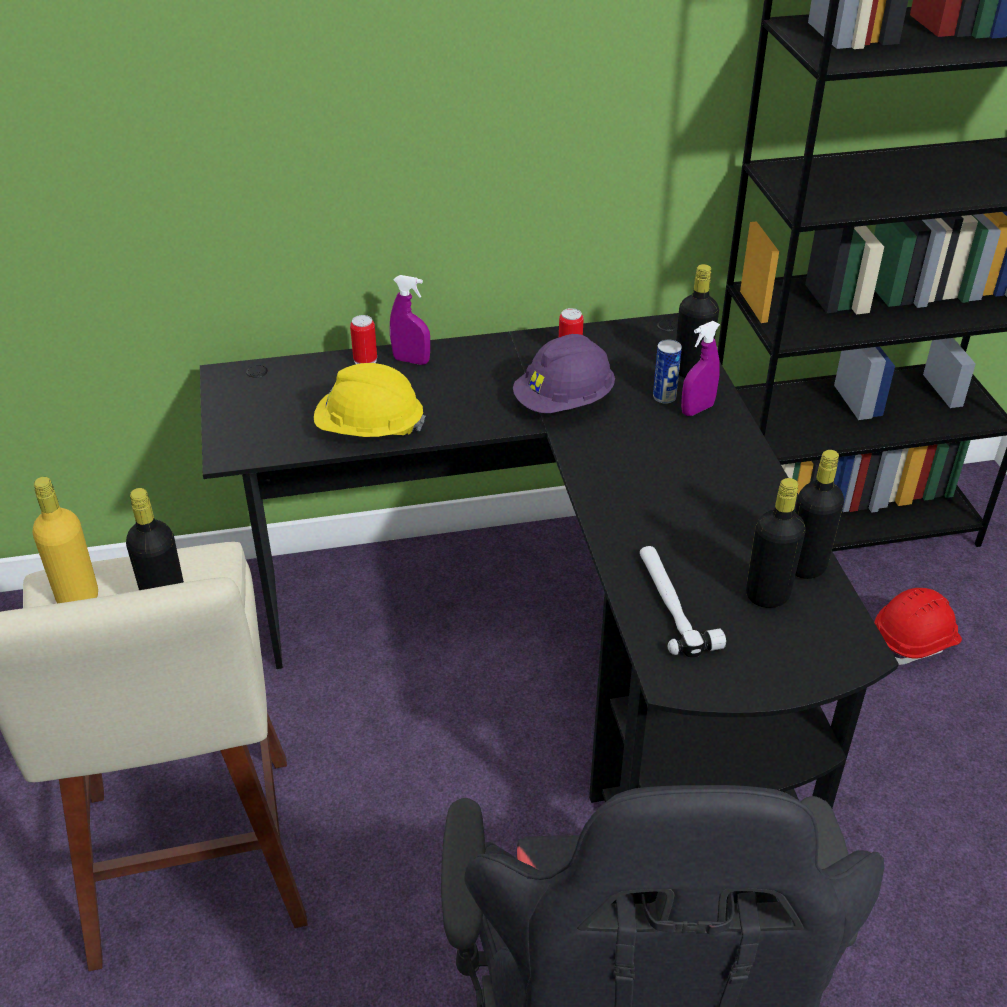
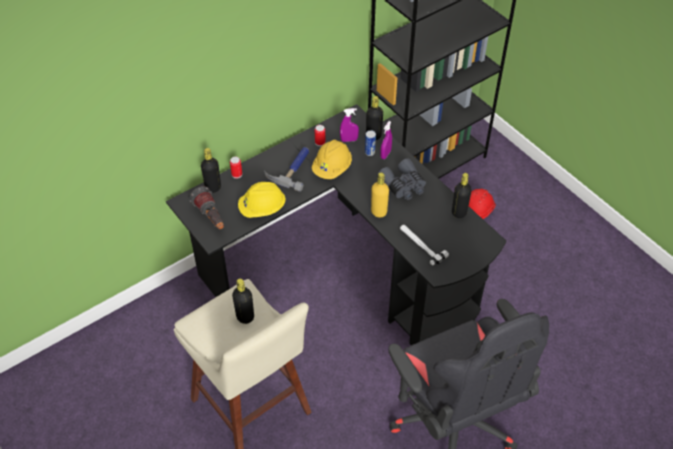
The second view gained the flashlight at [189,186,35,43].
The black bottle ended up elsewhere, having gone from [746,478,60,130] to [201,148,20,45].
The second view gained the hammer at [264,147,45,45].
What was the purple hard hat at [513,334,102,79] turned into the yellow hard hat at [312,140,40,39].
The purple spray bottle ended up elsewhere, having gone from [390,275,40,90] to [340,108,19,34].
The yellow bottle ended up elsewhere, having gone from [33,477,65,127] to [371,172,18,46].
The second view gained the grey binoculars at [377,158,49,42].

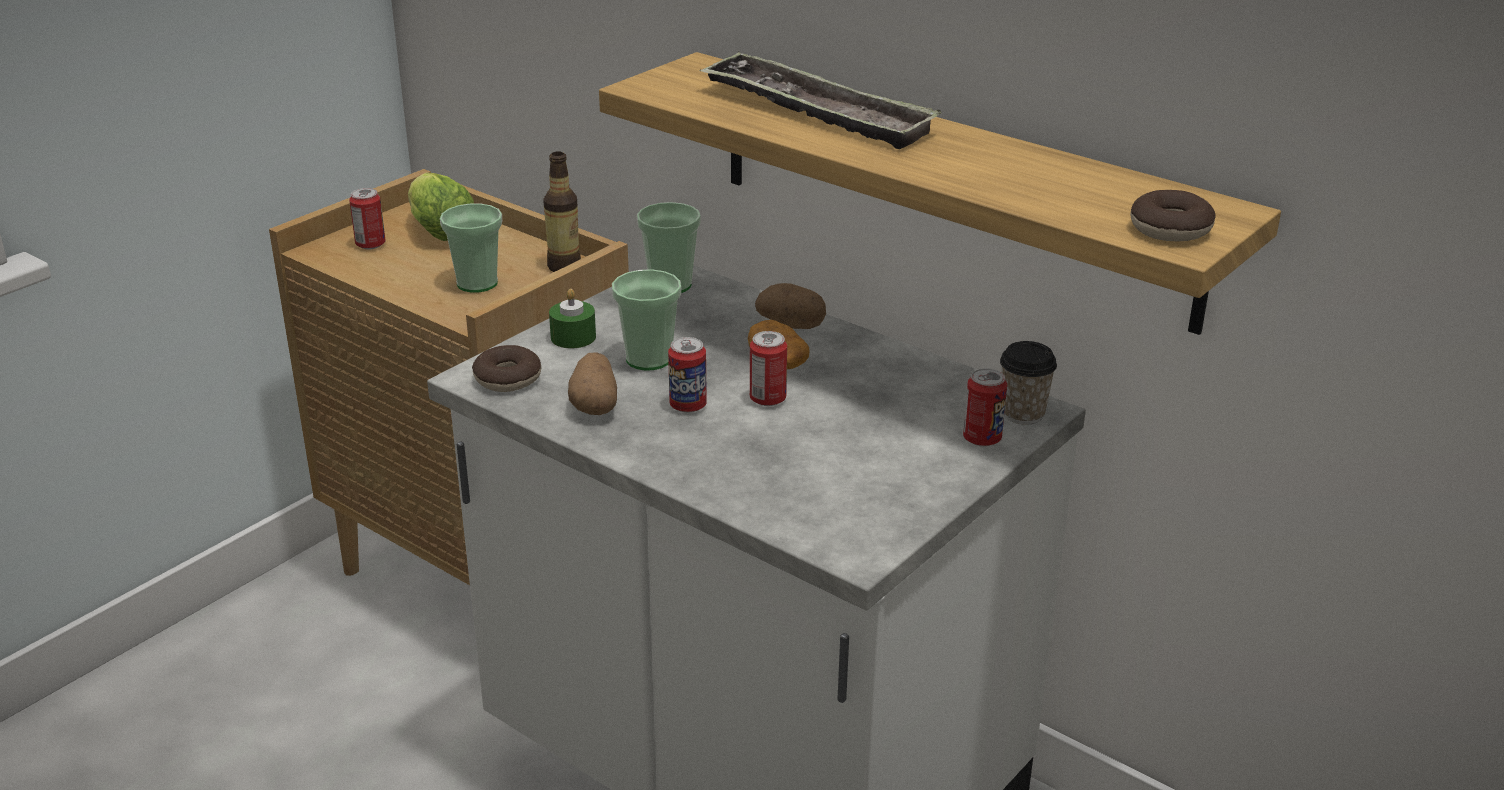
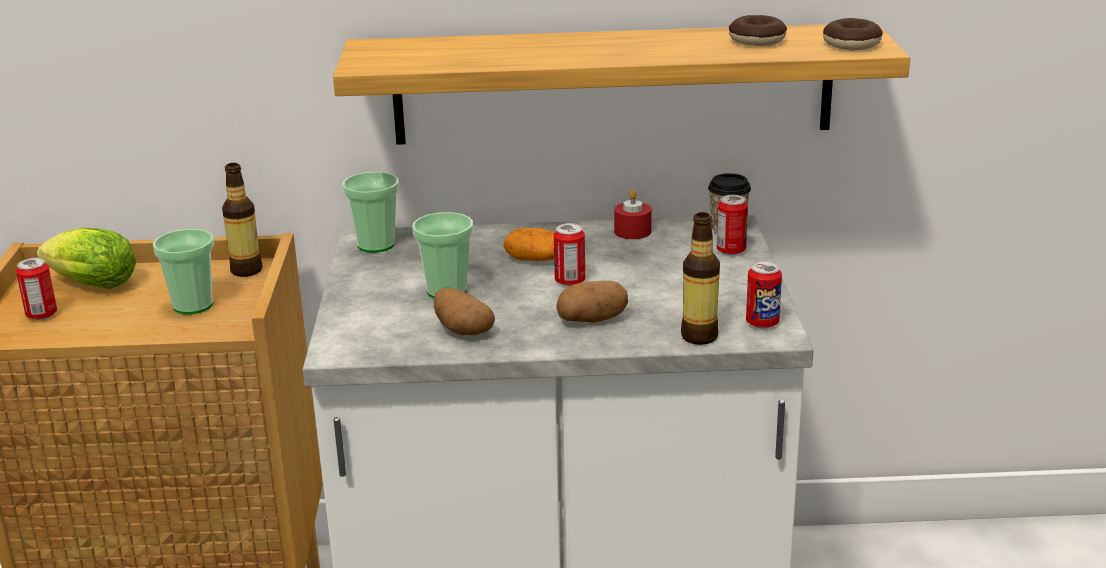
The potato ended up elsewhere, having gone from [755,283,71,46] to [556,281,72,42].
The second view gained the red candle at [614,190,38,49].
The second view gained the bottle at [681,212,39,133].
The donut ended up elsewhere, having gone from [472,345,69,47] to [729,15,58,31].
The can ended up elsewhere, having gone from [668,337,39,76] to [746,261,36,68].
The second view lost the green candle at [549,289,47,59].
The second view lost the tray at [700,51,241,98].

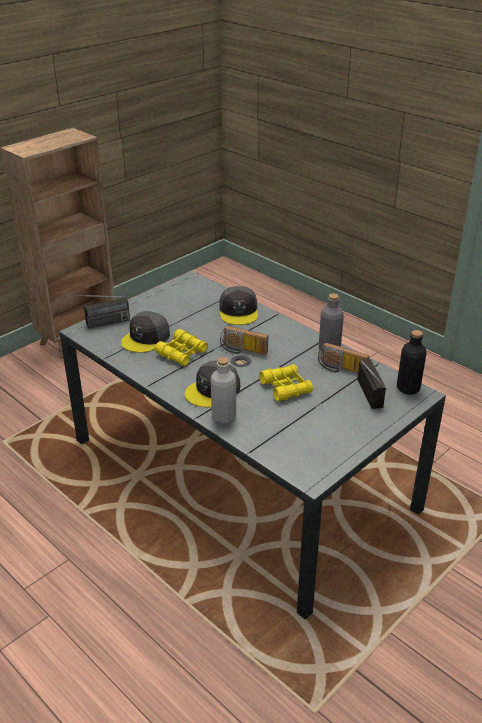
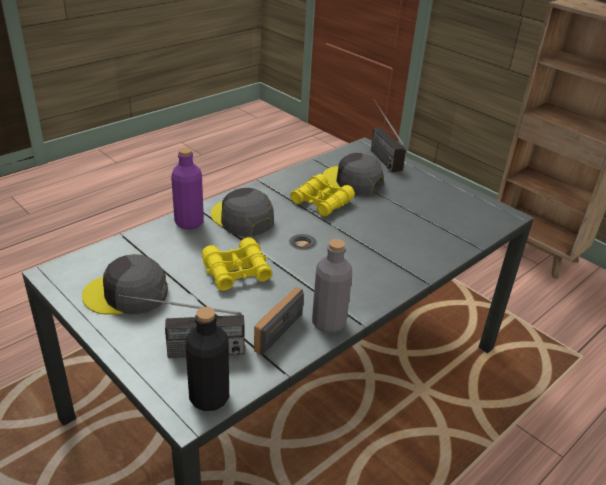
The grey cap ended up elsewhere, having gone from [219,286,39,39] to [82,254,85,61].
What was the grey bottle at [211,357,25,67] turned into the purple bottle at [171,147,33,82].
The second view lost the radio at [220,326,48,29].

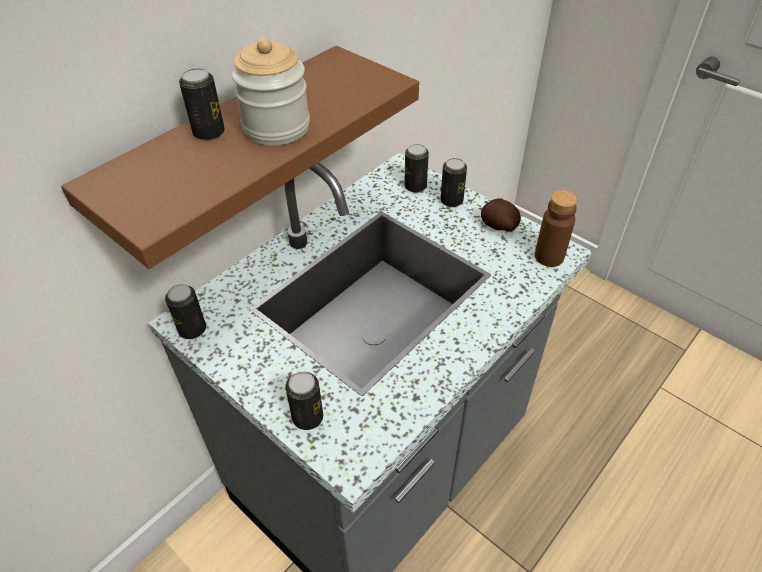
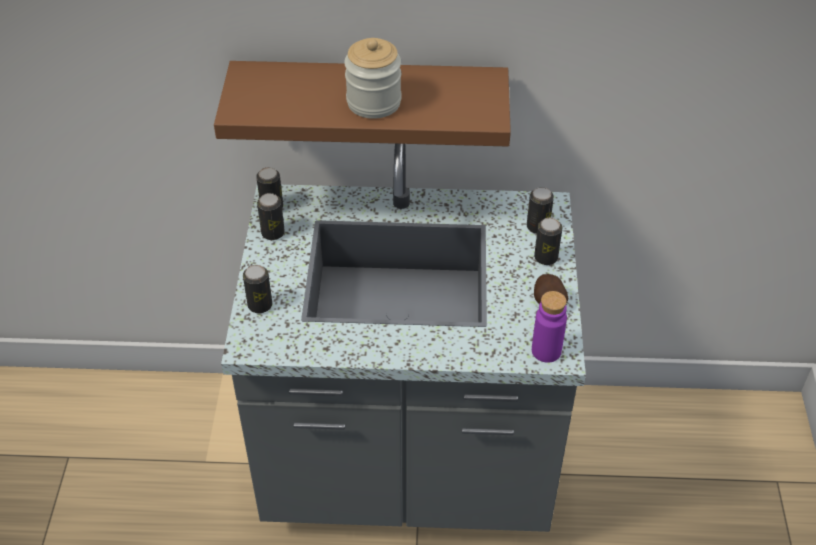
The can ended up elsewhere, having gone from [179,68,46,72] to [257,193,28,47].
What was the brown bottle at [535,190,43,77] turned into the purple bottle at [532,291,35,72].

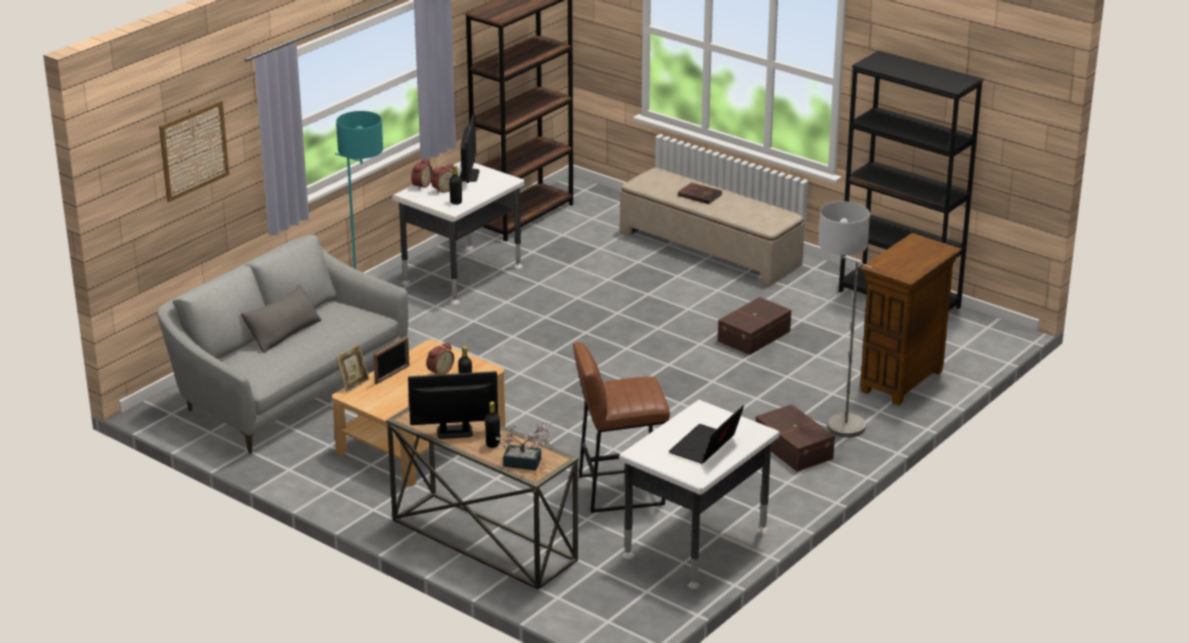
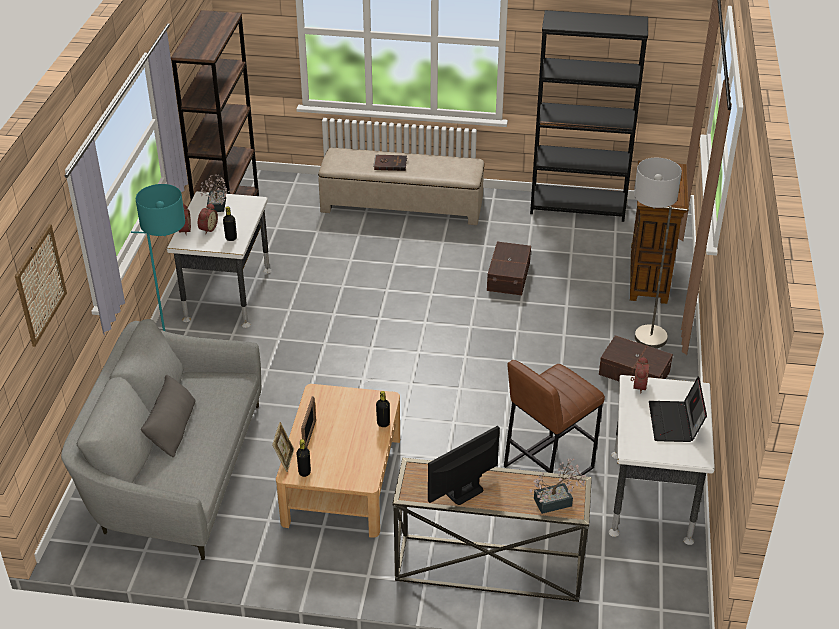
Where the monitor stood at [460,114,19,69], the potted plant came to stand at [201,174,28,38].
The black bottle ended up elsewhere, having gone from [485,402,15,46] to [297,439,14,38].
The alarm clock ended up elsewhere, having gone from [426,342,28,33] to [631,357,18,36].

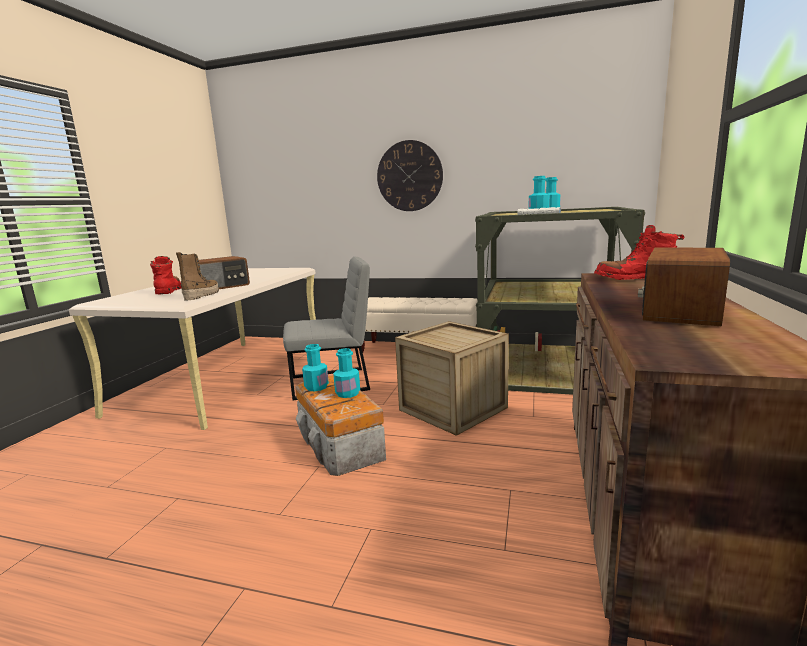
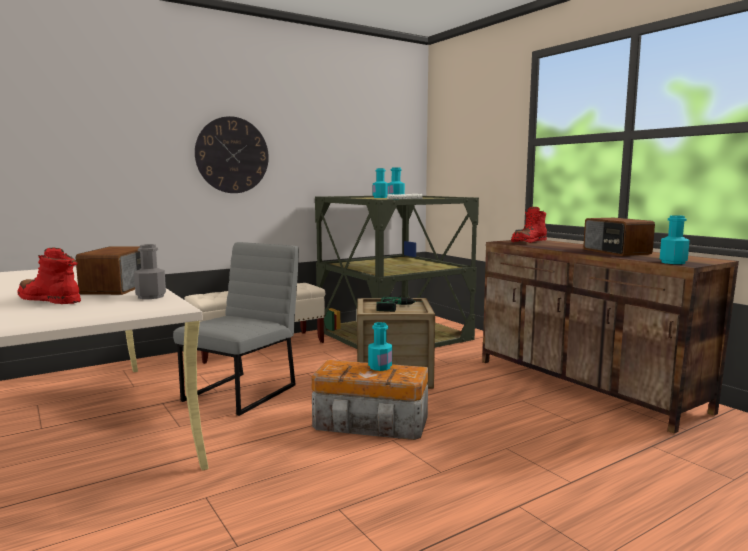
Where the boot stood at [176,252,43,48], the grey bottle came to stand at [134,244,32,55].
The second view gained the power drill at [376,297,44,15].
The turquoise bottle ended up elsewhere, having gone from [302,344,27,47] to [660,215,30,49].

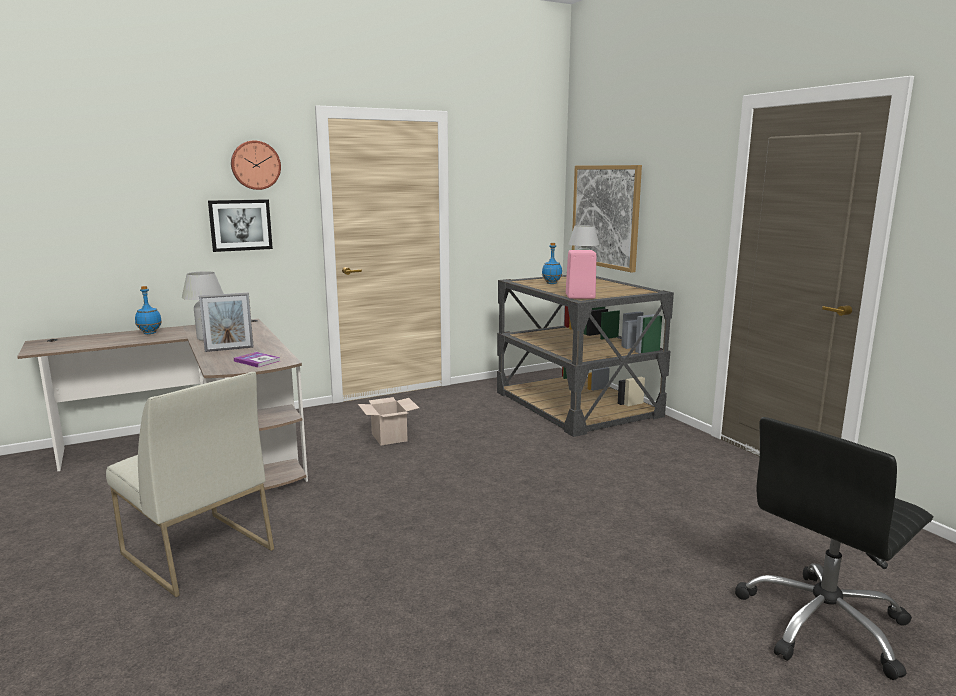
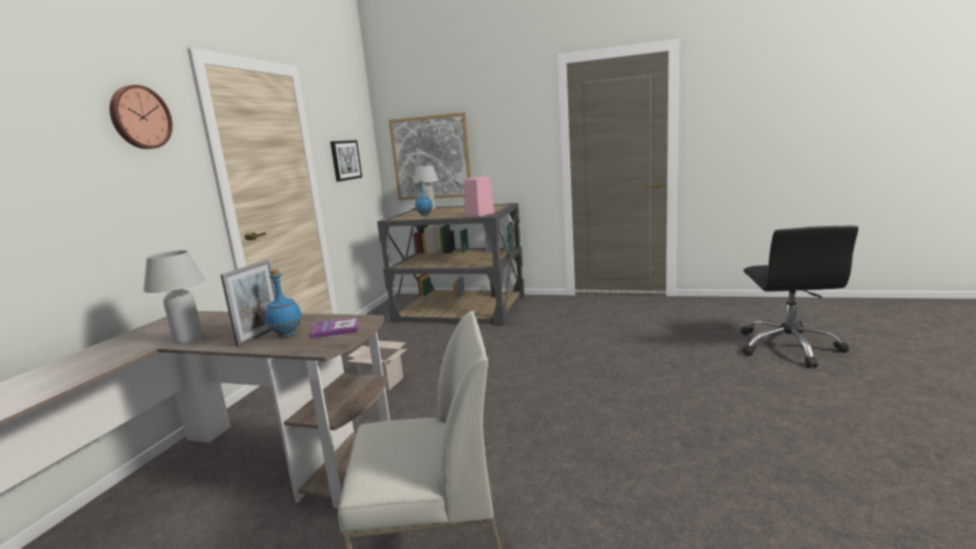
The blue bottle ended up elsewhere, having gone from [135,286,27,48] to [265,269,37,68].
The picture ended up elsewhere, having gone from [208,199,65,53] to [330,140,32,42].

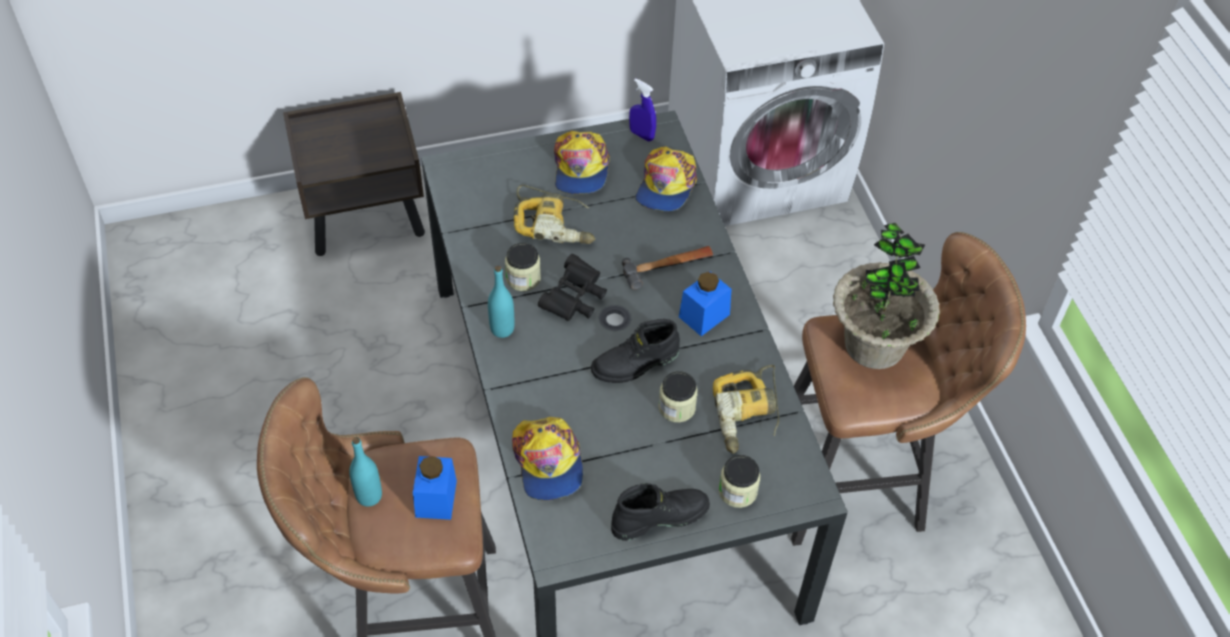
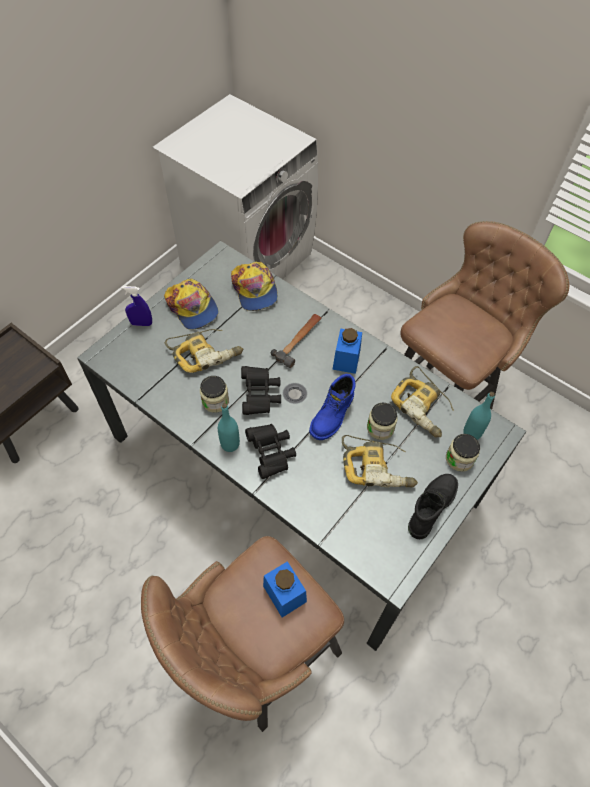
The blue spray bottle ended up elsewhere, having gone from [629,78,27,63] to [121,286,31,40].
The second view gained the black binoculars at [245,424,51,55].
What was the black boot at [591,319,89,64] turned into the blue boot at [309,374,47,66].
The second view gained the power drill at [342,435,76,53].
The turquoise bottle ended up elsewhere, having gone from [349,437,33,70] to [463,392,32,48].
The second view lost the cap at [512,417,71,84].
The second view lost the potted plant at [833,223,107,146].

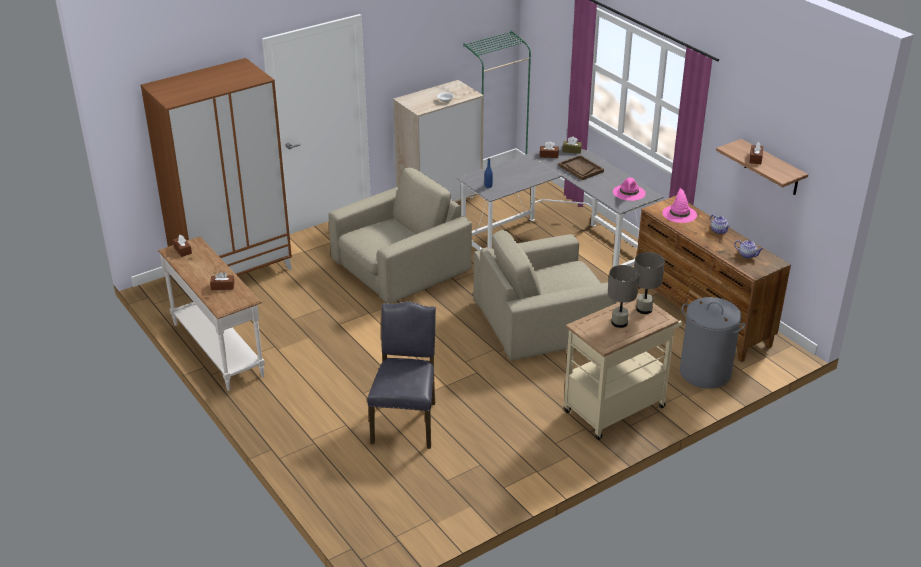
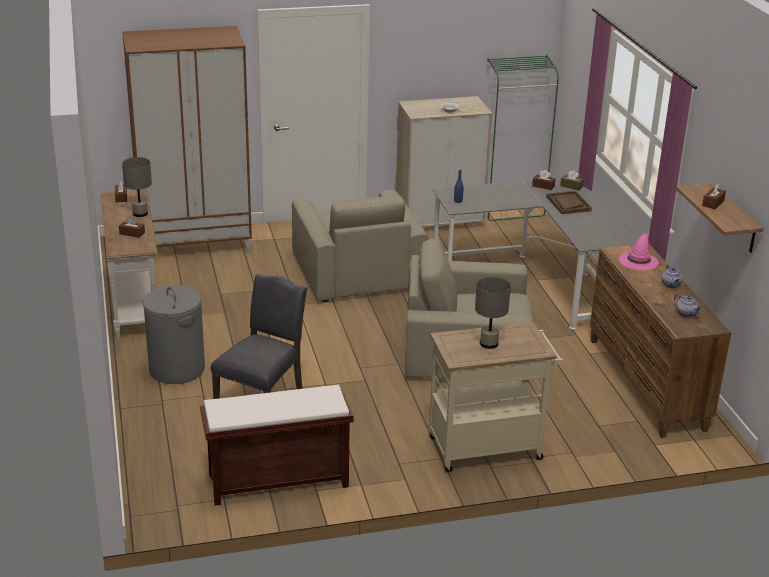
The grey table lamp ended up elsewhere, having gone from [634,252,31,62] to [122,157,30,60].
The grey laundry basket ended up elsewhere, having gone from [680,297,66,92] to [142,285,63,99].
The second view gained the brown bench at [200,385,154,121].
The beige armchair at [328,168,144,136] ended up facing another way, 90 degrees clockwise from before.
The second view lost the pink hat at [613,178,33,23].

